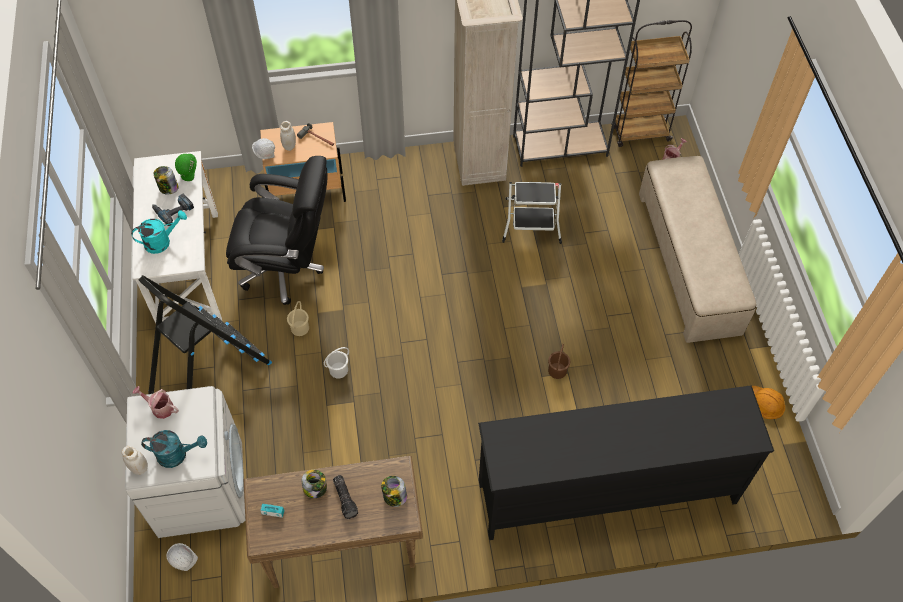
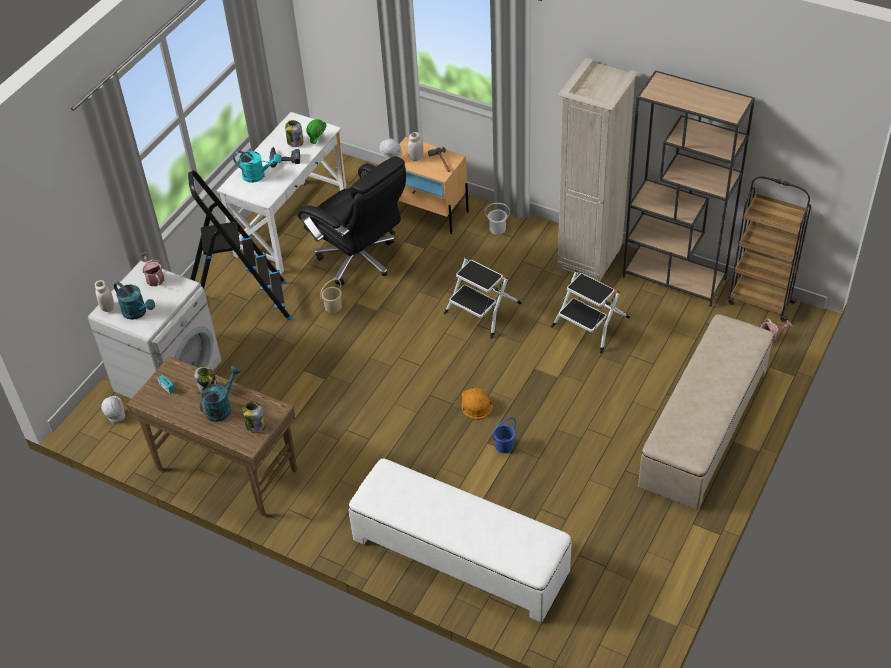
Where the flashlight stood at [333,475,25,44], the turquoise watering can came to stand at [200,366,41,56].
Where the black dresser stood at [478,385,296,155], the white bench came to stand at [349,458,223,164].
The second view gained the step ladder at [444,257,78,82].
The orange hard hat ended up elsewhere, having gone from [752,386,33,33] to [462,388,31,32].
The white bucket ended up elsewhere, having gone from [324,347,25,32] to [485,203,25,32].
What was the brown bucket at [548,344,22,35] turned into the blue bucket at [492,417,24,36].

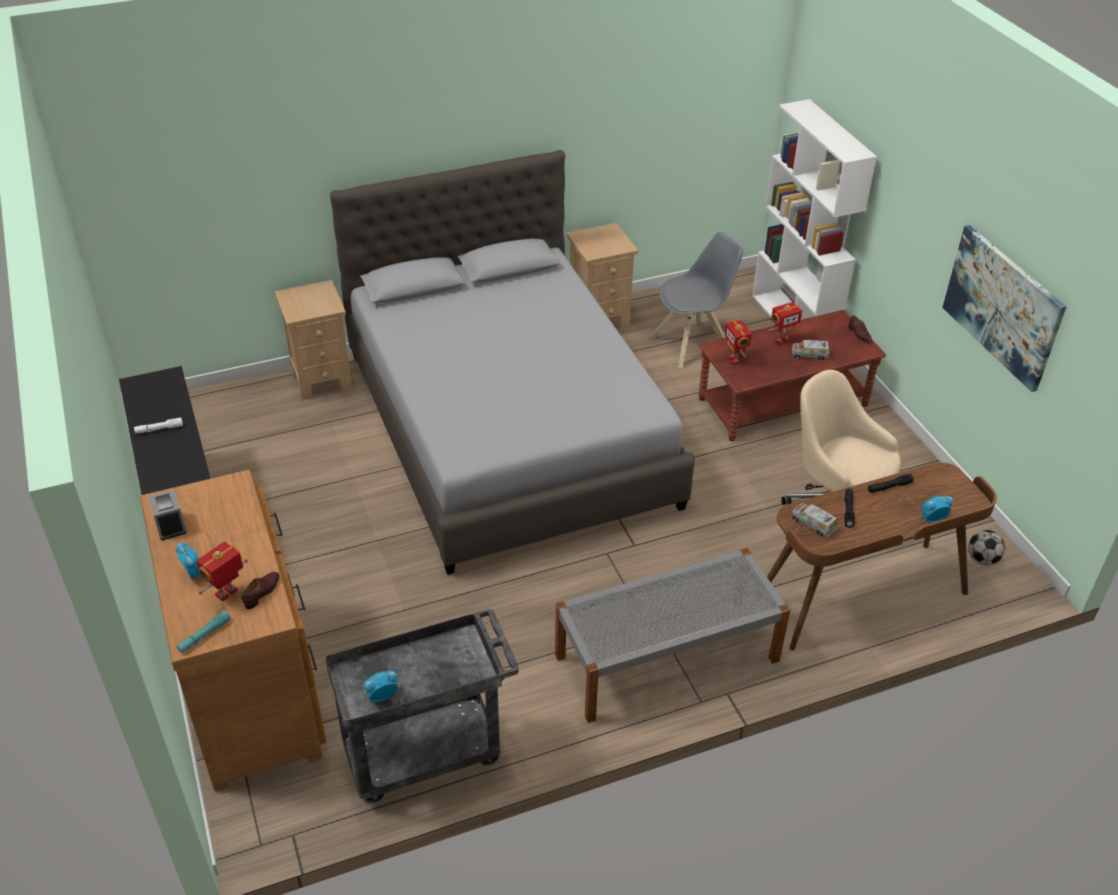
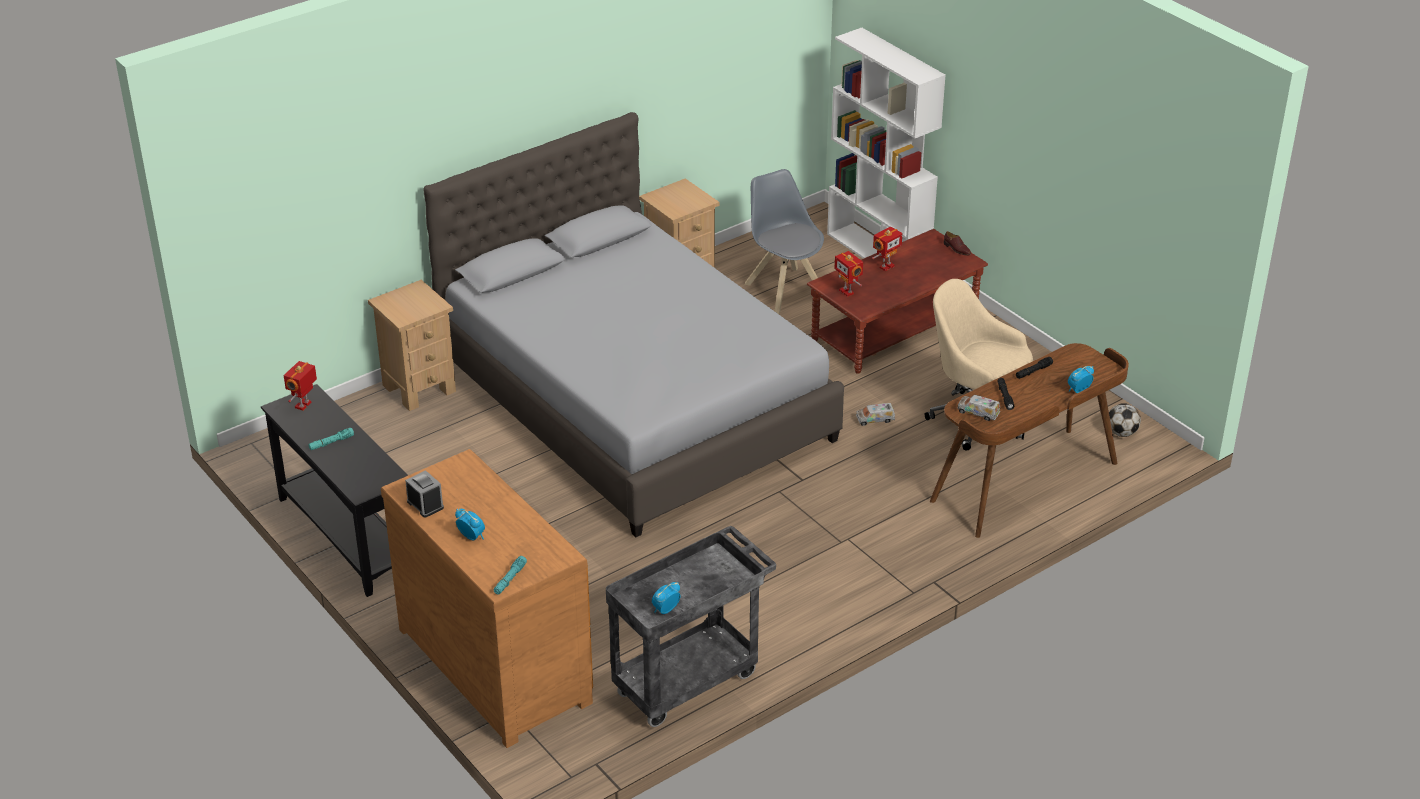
The toy robot ended up elsewhere, having gone from [197,541,51,60] to [284,361,33,50].
What was the white flashlight at [134,418,49,16] turned into the turquoise flashlight at [308,428,46,22].
The grey chair at [649,232,95,136] ended up facing another way, 75 degrees counterclockwise from before.
The toy truck ended up elsewhere, having gone from [792,340,37,20] to [856,403,39,23].
The second view lost the brown shoe at [242,572,38,37].
The second view lost the grey bench at [555,548,235,175].
The second view lost the picture at [942,225,124,167].

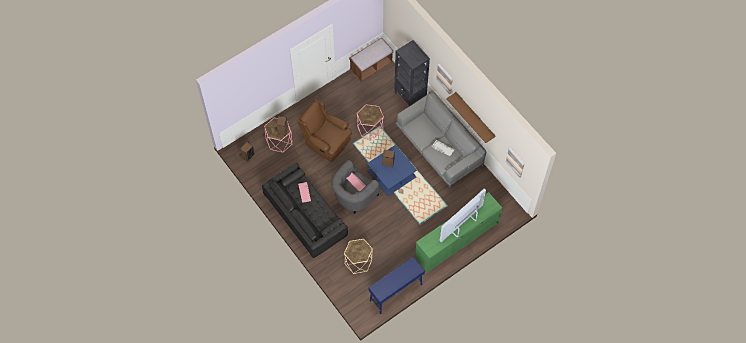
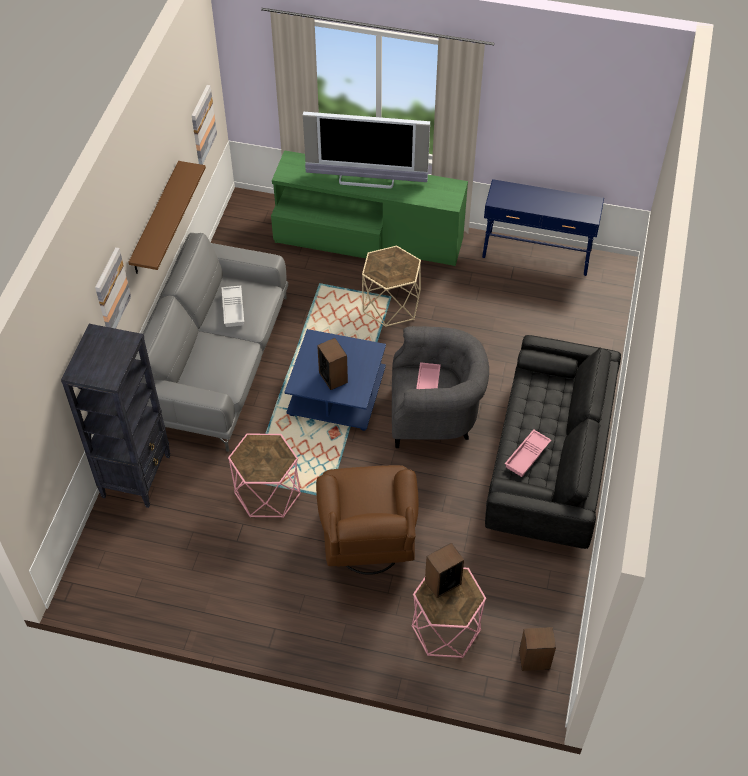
The beige side table ended up elsewhere, having gone from [344,239,29,35] to [362,246,59,81].
The second view lost the brown bench at [349,38,44,43].

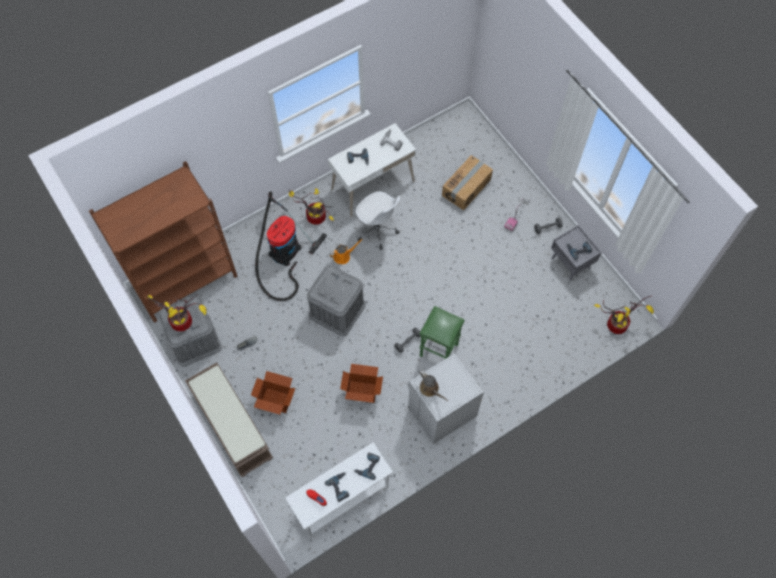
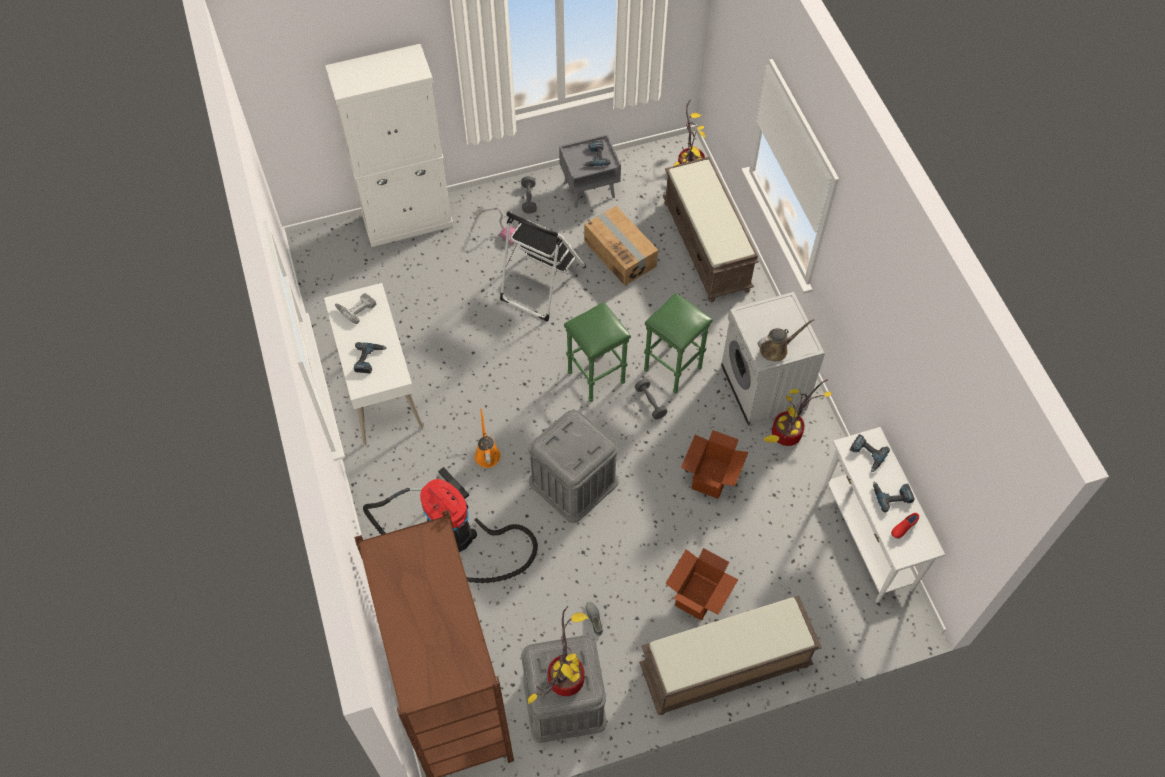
The second view gained the white cabinet at [325,44,129,203].
The second view gained the step ladder at [500,211,86,111].
The second view gained the green stool at [564,302,67,100].
The cardboard box ended up elsewhere, having gone from [442,155,51,56] to [584,206,74,80].
The second view gained the brown bench at [663,157,96,145].
The potted plant ended up elsewhere, having gone from [289,188,45,37] to [764,379,68,67].
The second view lost the white office chair at [356,191,44,59].

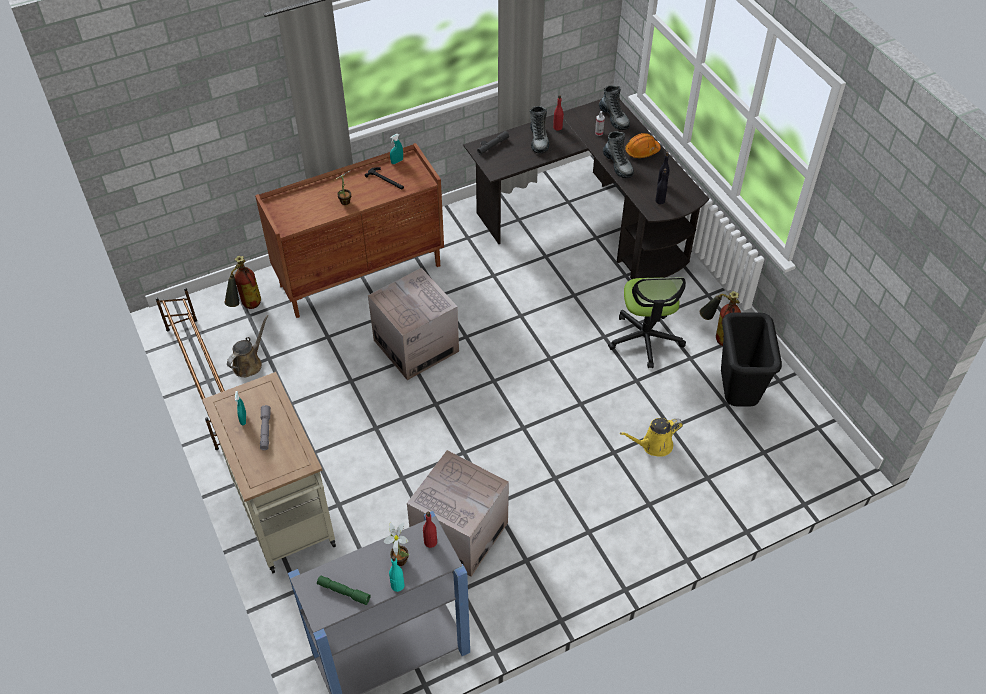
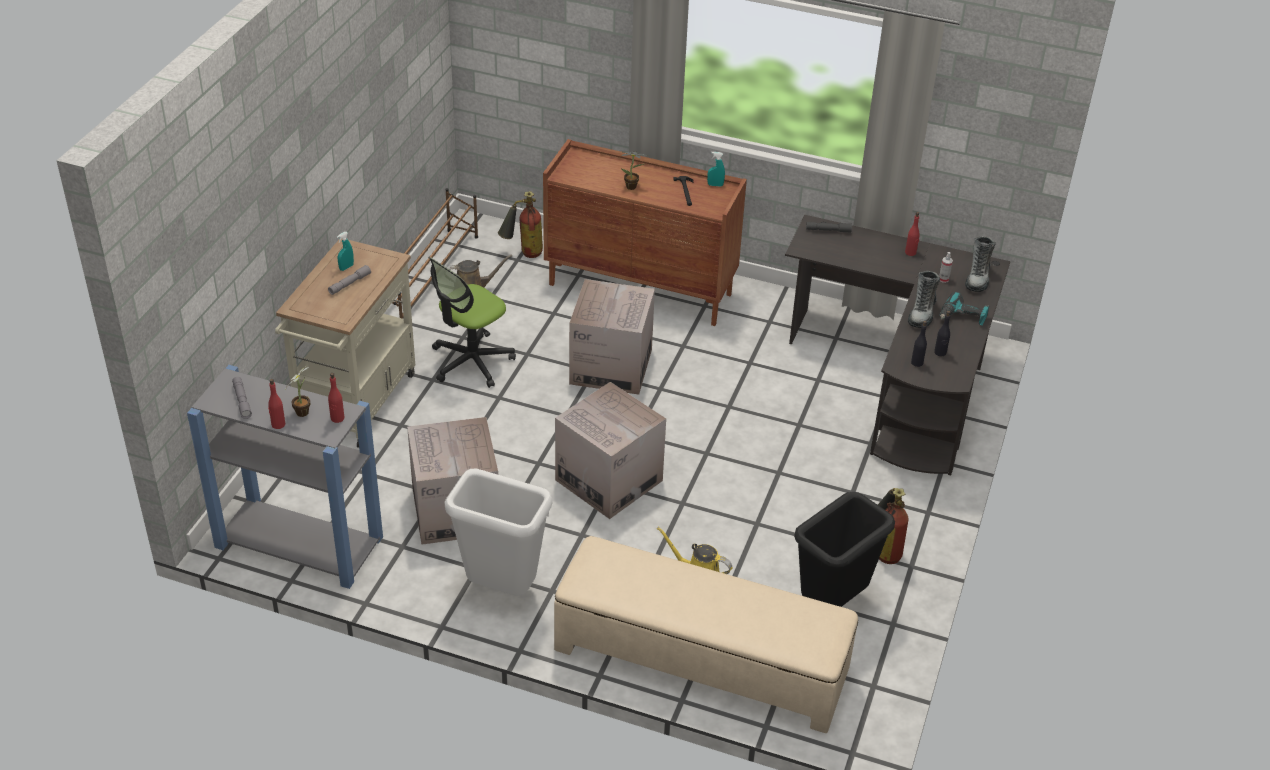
What was the green flashlight at [317,576,54,29] turned into the grey flashlight at [232,377,20,42].
What was the turquoise bottle at [389,556,16,36] turned into the red bottle at [268,379,17,50].
The office chair ended up elsewhere, having gone from [608,277,78,91] to [429,257,87,131].
The second view gained the white trash can at [445,468,107,128].
The second view gained the beige bench at [554,536,304,197].
The second view gained the cardboard box at [555,382,111,137].
Where the orange hard hat stood at [625,133,36,25], the power drill came to stand at [939,292,50,34].
The second view lost the boot at [530,106,19,47].

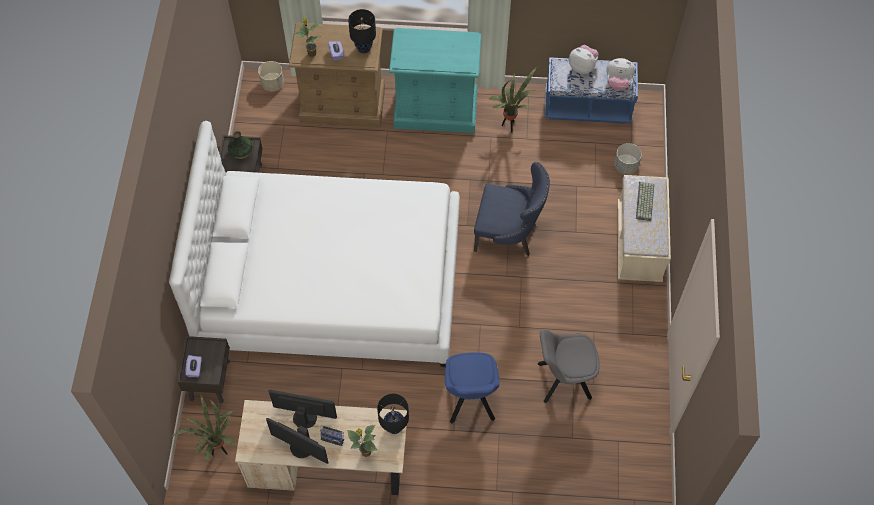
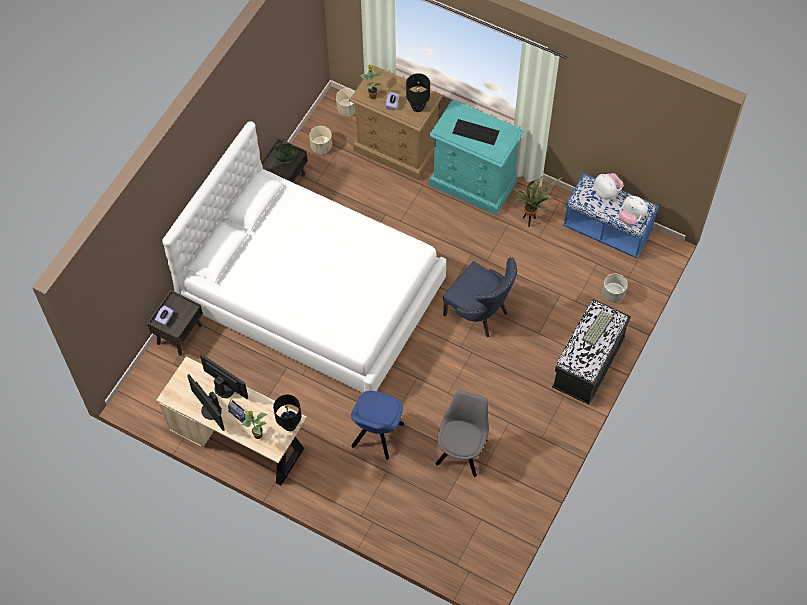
The second view gained the beige planter at [309,126,23,28].
The grey chair at [538,329,62,74] ended up facing another way, 90 degrees clockwise from before.
The second view gained the keyboard at [452,119,48,26].
What was the beige bench at [618,175,53,107] turned into the black bench at [552,299,79,106].
The second view lost the potted plant at [171,396,64,64].

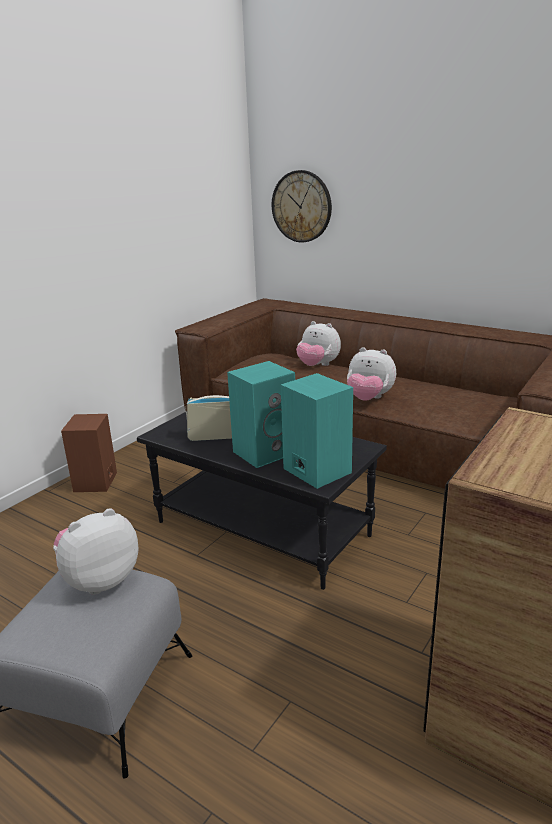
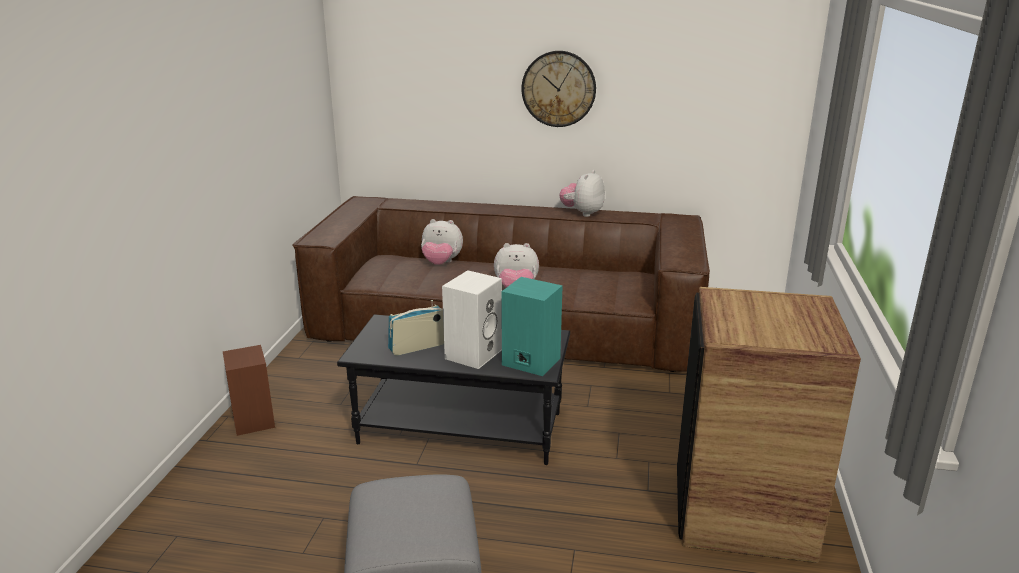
What was the turquoise speaker at [227,361,68,107] turned into the white speaker at [442,270,60,99].
The wall clock ended up elsewhere, having gone from [272,170,60,72] to [522,51,74,76].
The plush toy ended up elsewhere, having gone from [53,508,86,87] to [559,170,46,47].

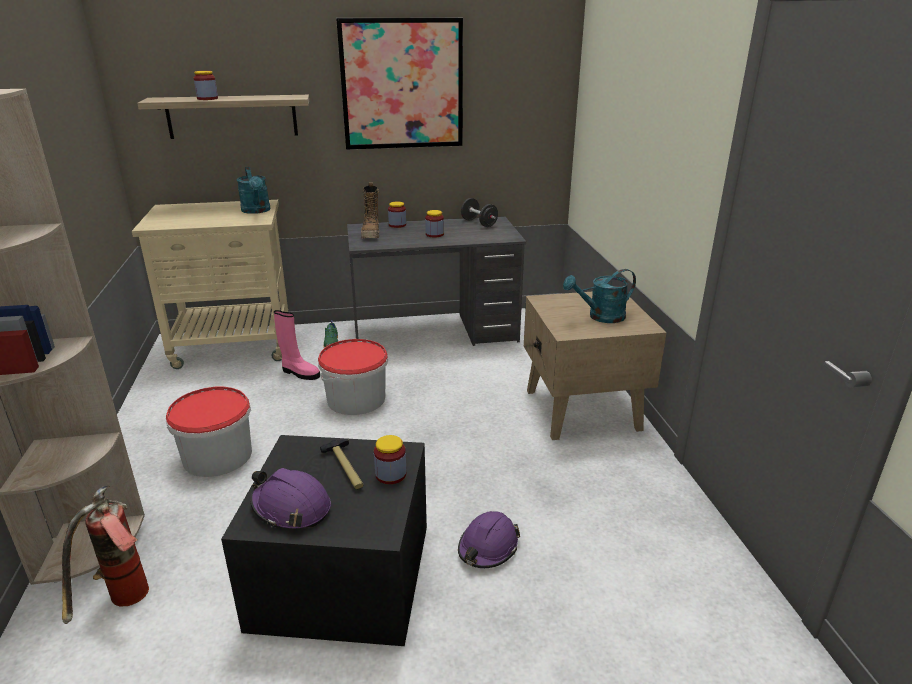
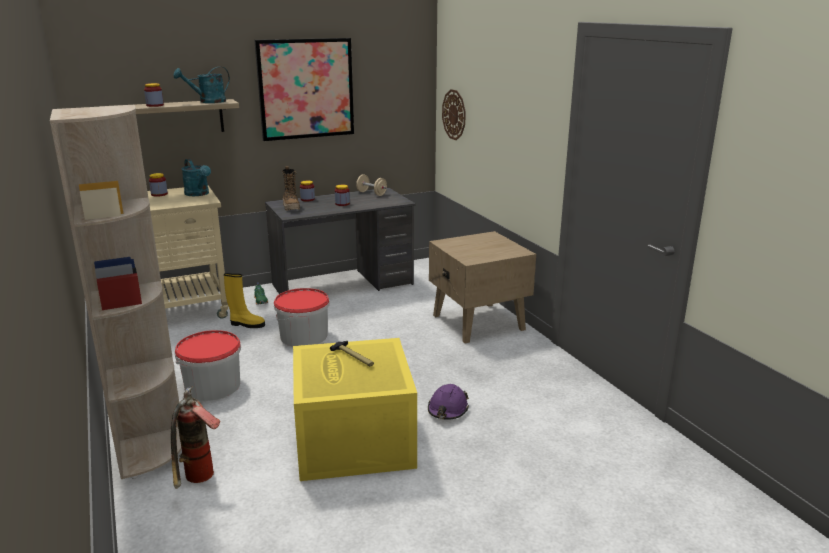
The jar ended up elsewhere, having gone from [374,435,32,49] to [149,173,19,24].
The turquoise watering can ended up elsewhere, having gone from [563,269,73,54] to [174,67,56,36].
What was the pink boot at [274,310,46,70] turned into the yellow boot at [224,273,41,55].
What was the black storage box at [221,435,206,211] turned into the yellow storage box at [293,338,124,143].
What was the black dumbbell at [461,198,37,29] turned into the beige dumbbell at [356,175,31,21].
The second view gained the wall clock at [442,89,24,51].
The second view lost the purple hard hat at [250,468,81,60].

